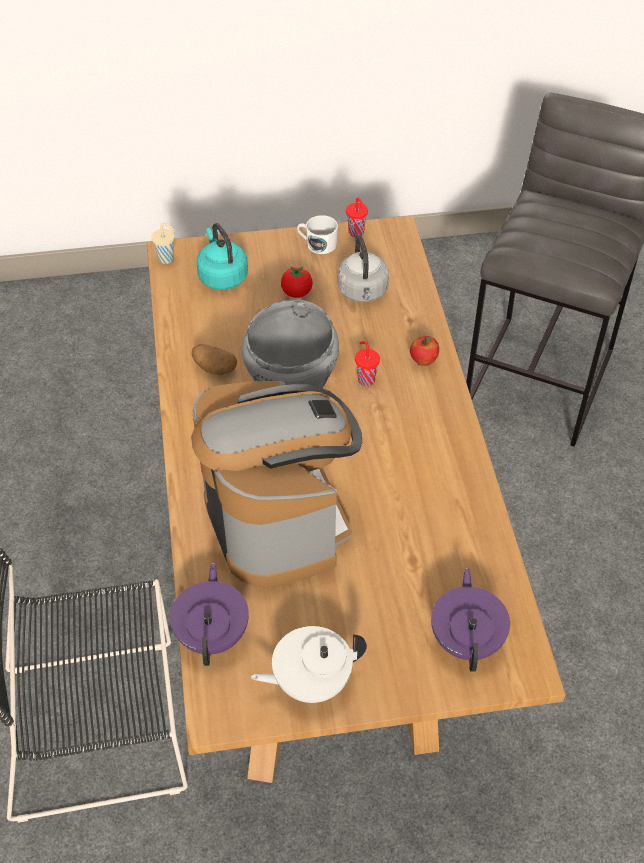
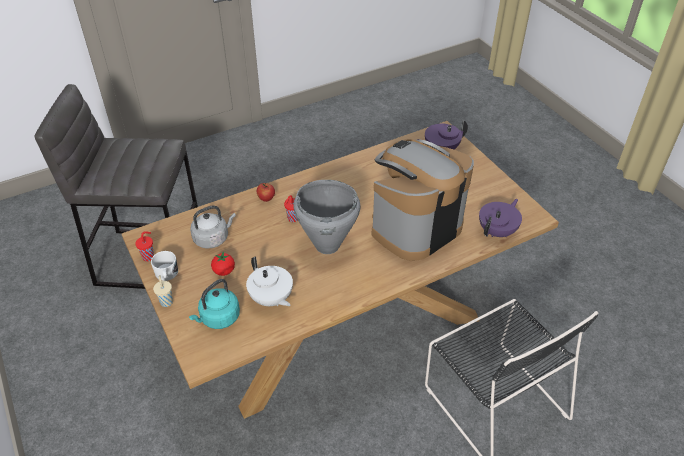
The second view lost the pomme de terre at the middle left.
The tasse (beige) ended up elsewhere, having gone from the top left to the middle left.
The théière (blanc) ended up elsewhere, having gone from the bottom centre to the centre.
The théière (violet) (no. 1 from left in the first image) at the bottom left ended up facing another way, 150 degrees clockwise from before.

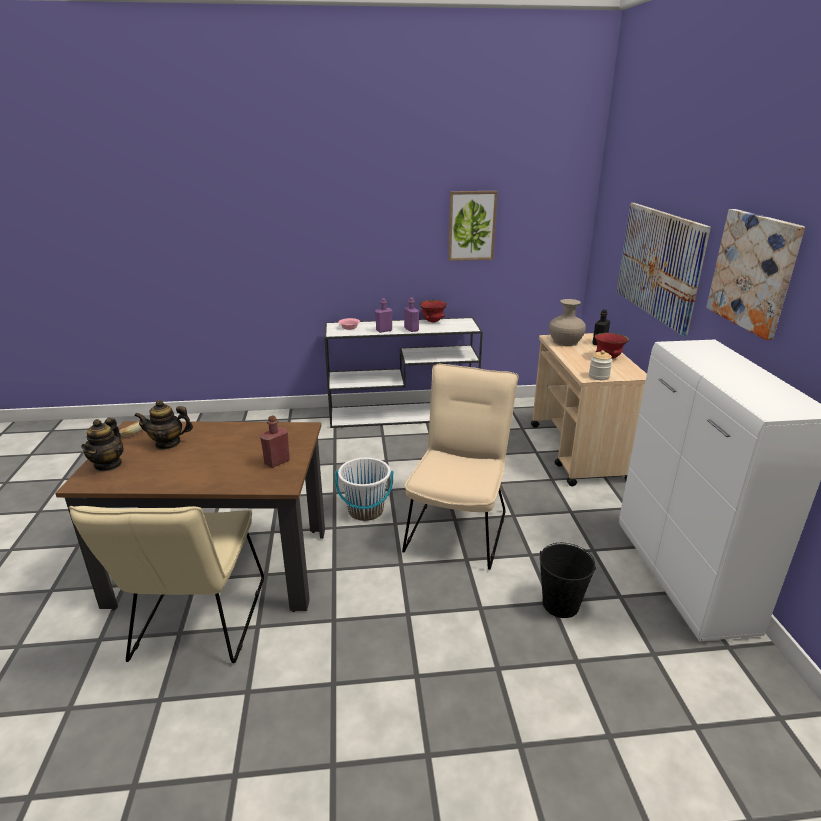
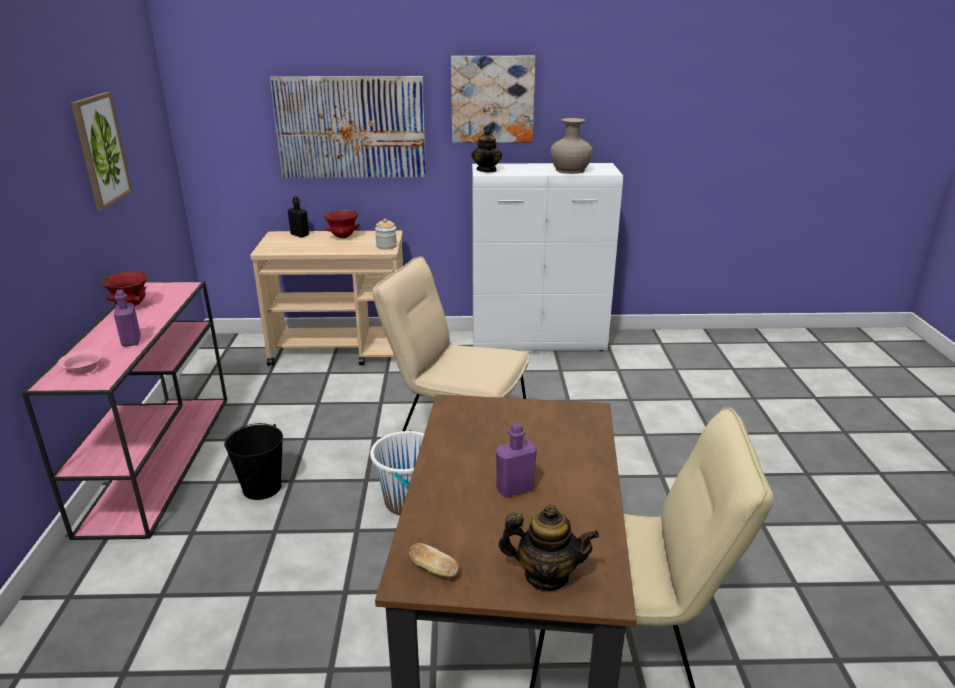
The second view lost the bouteille (rouge) at the centre.
The théière (no. 2 from left in the first image) ended up elsewhere, having gone from the middle left to the top centre.
The bouteille (violet) (no. 2 from left) ended up elsewhere, having gone from the centre to the bottom centre.
The seau (noir) ended up elsewhere, having gone from the bottom right to the bottom left.
The vase (beige) ended up elsewhere, having gone from the middle right to the top centre.
What was the table console (blanc) at the centre turned into the table console (rose) at the middle left.

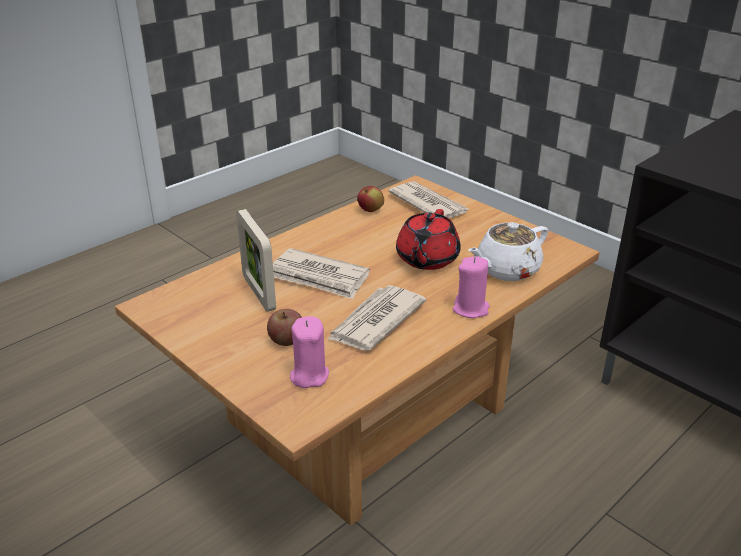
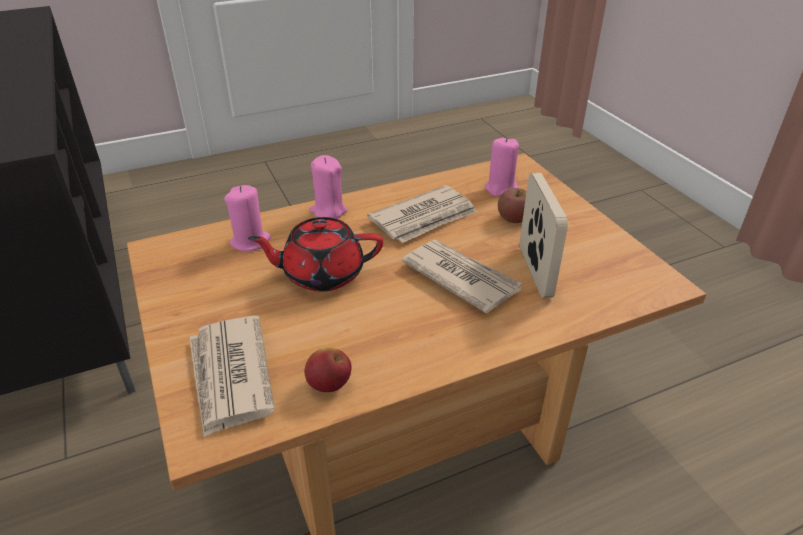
Where the théière (blanc) stood at the middle right, the bougie (rose) (no. 1 from left) came to stand at the middle left.
The théière (rouge) at the centre ended up facing another way, 135 degrees counterclockwise from before.

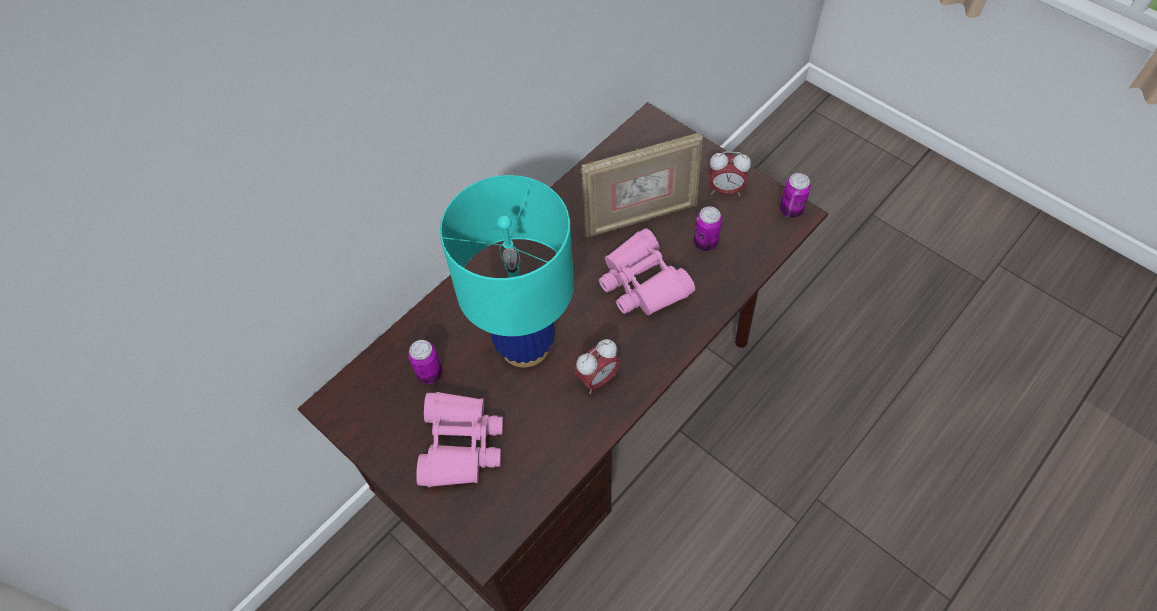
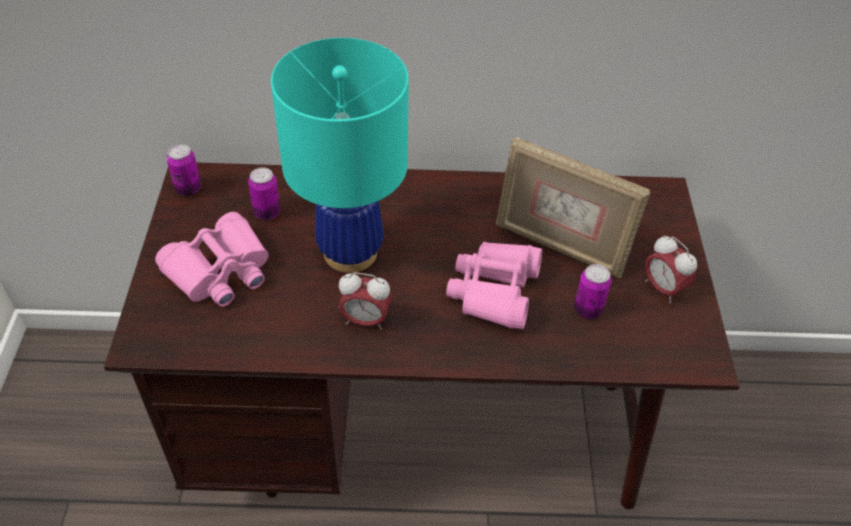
The boîte métallique (no. 3 from left in the first image) ended up elsewhere, having gone from the top right to the top left.

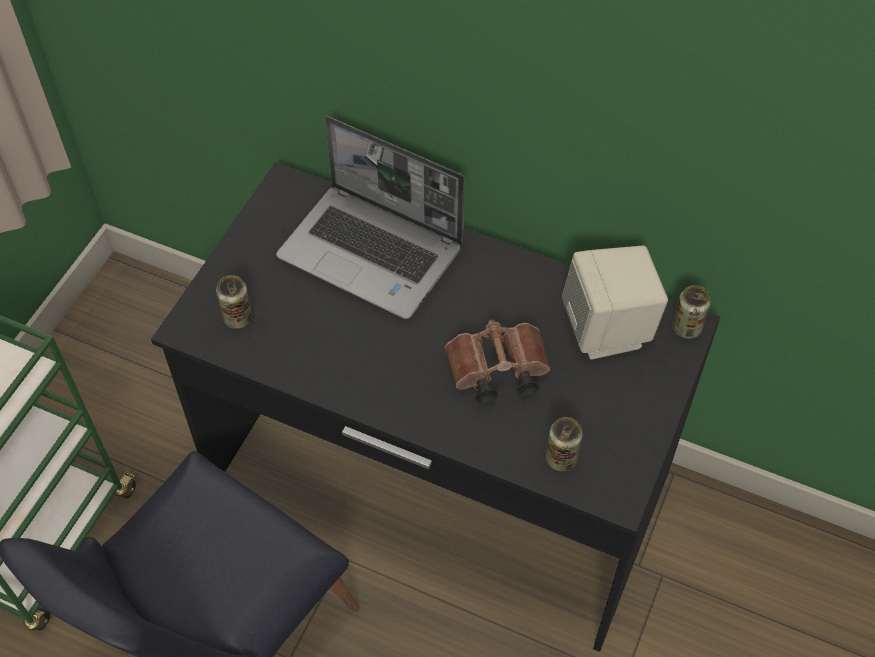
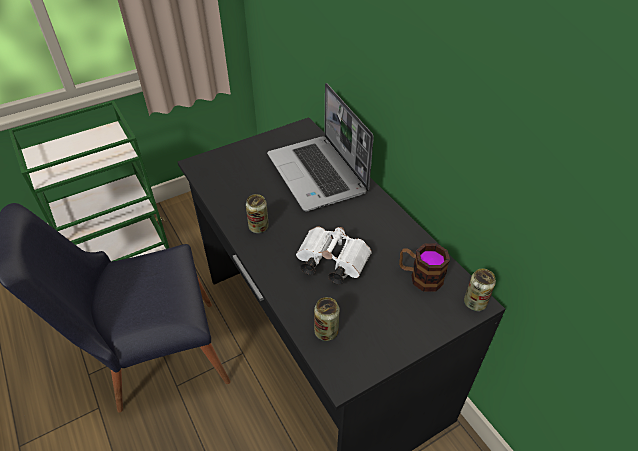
The boîte métallique (no. 1 from left) ended up elsewhere, having gone from the middle left to the centre.
Where the enceinte (beige) stood at the middle right, the mug came to stand at the centre.
What was the jumelles (marron) at the centre turned into the jumelles (blanc) at the centre.

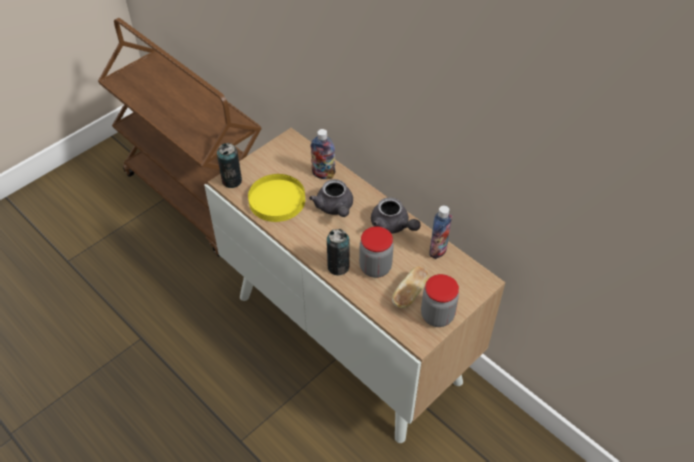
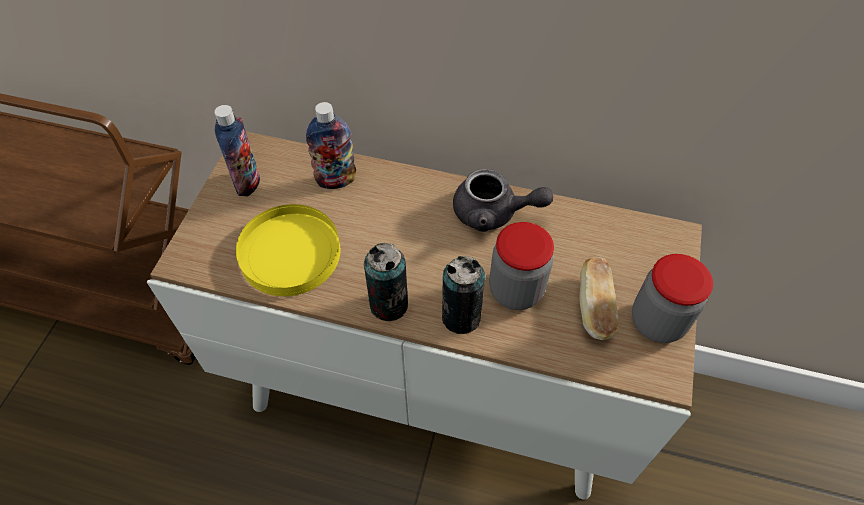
The second view lost the théière (gris) (no. 1 from left) at the centre.
The boîte métallique (no. 1 from left) ended up elsewhere, having gone from the middle left to the centre.
The bouteille (no. 2 from left in the first image) ended up elsewhere, having gone from the centre to the top left.

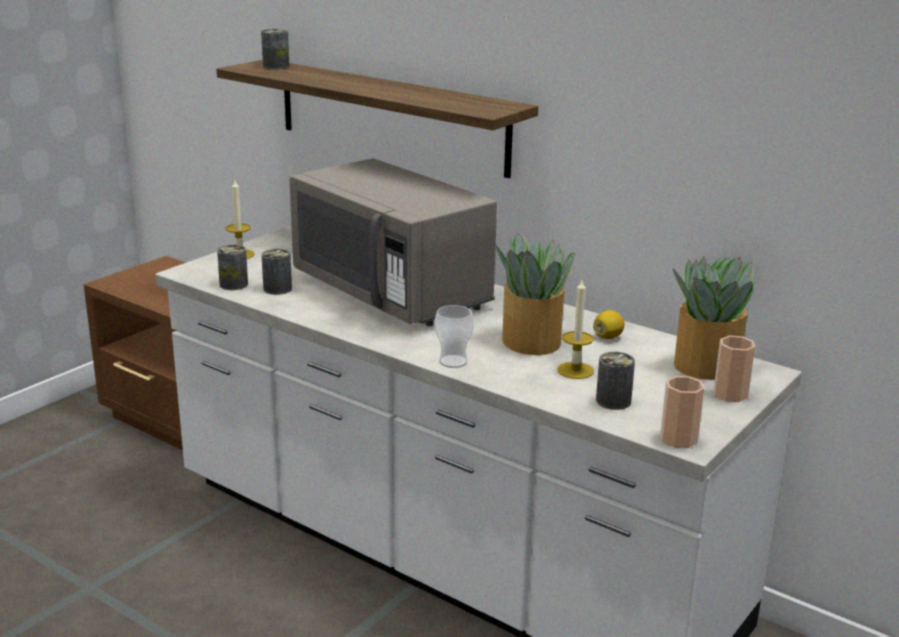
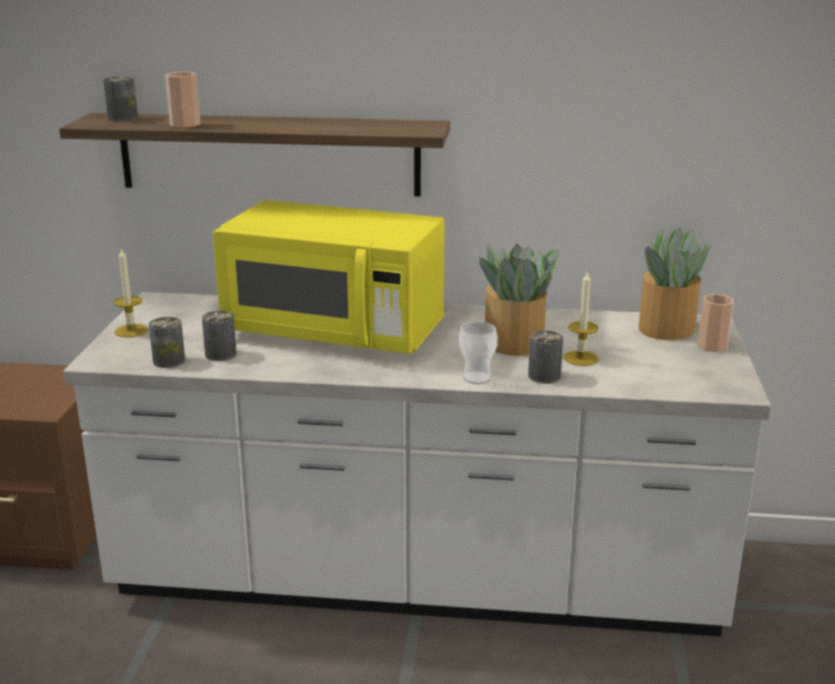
The second view lost the citron at the middle right.
The boîte métallique (no. 4 from left) ended up elsewhere, having gone from the middle right to the centre.
The tasse (no. 2 from left in the first image) ended up elsewhere, having gone from the middle right to the top left.
What was the micro-ondes (gris) at the centre turned into the micro-ondes (jaune) at the centre.

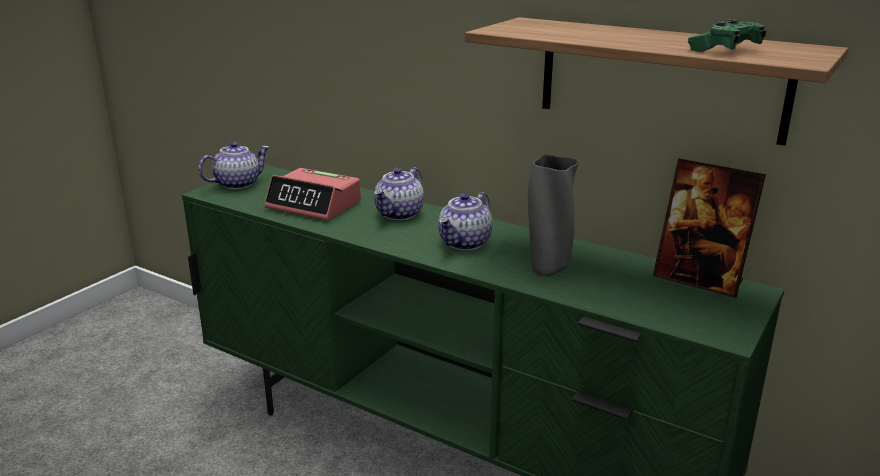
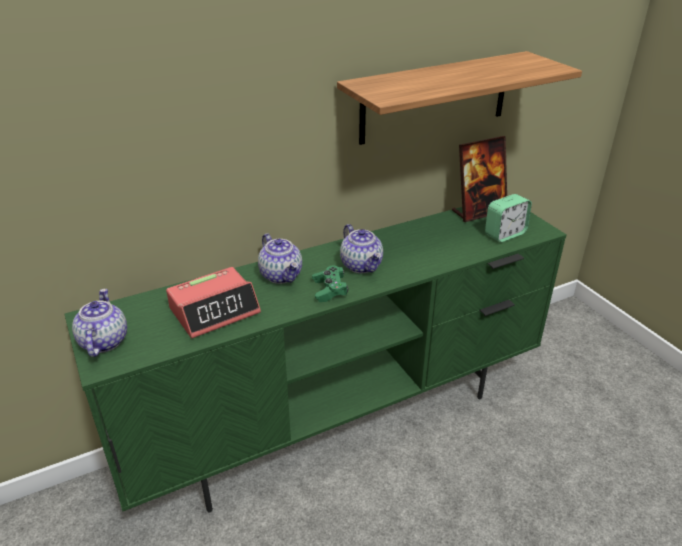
The second view lost the vase (gris) at the centre.
The second view gained the réveil (no. 2 from left) at the middle right.
The manette (vert) ended up elsewhere, having gone from the top right to the centre.

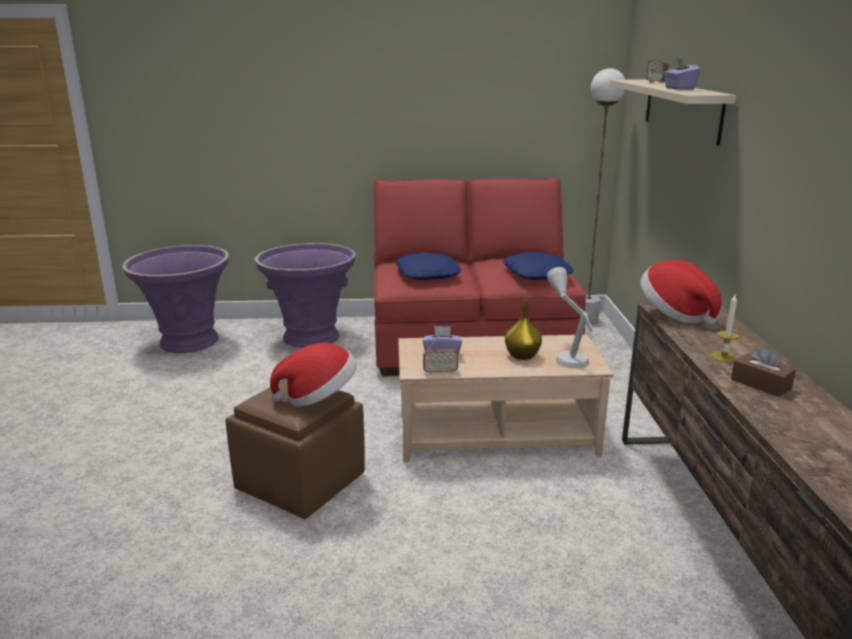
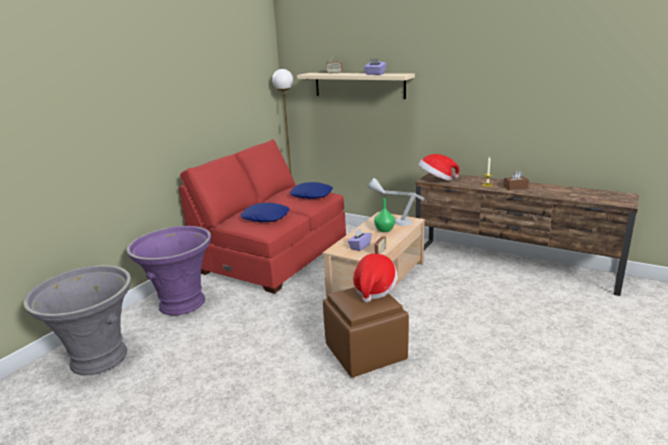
What was the cache-pot (violet) (no. 1 from left) at the middle left turned into the cache-pot (gris) at the bottom left.
What was the vase (jaune) at the centre turned into the vase (vert) at the centre.

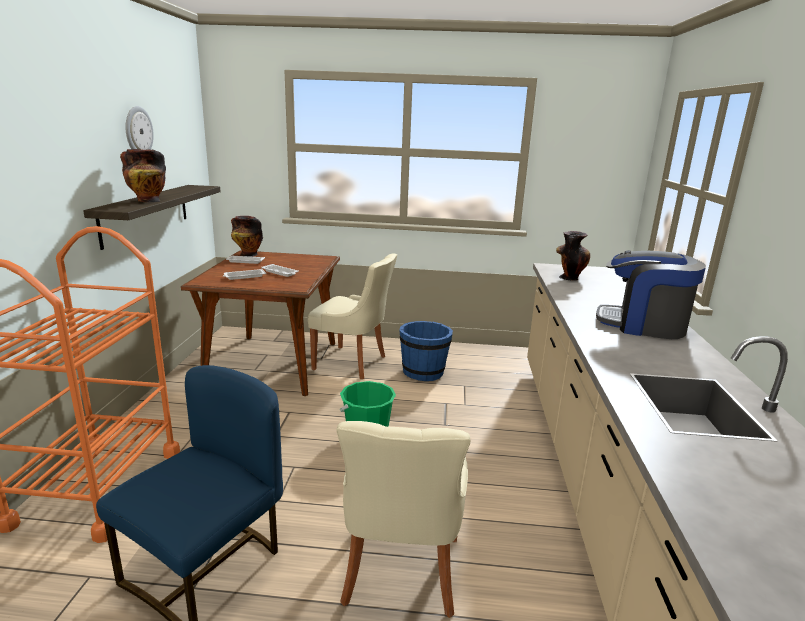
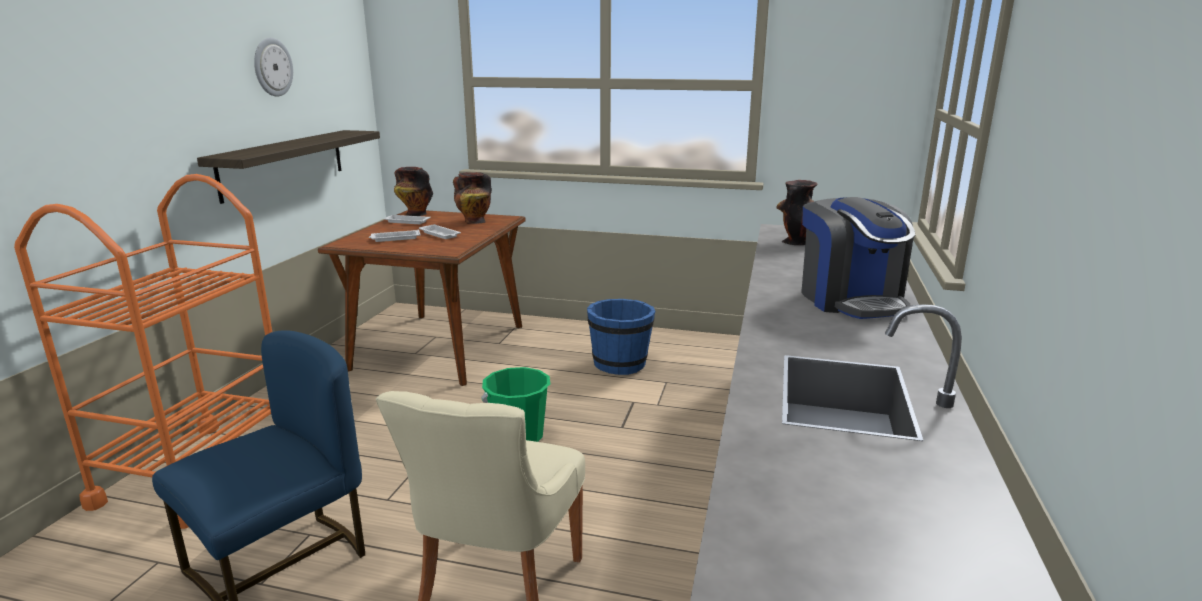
The second view lost the chaise (beige) (no. 1 from left) at the centre.
The vase (no. 1 from left in the first image) ended up elsewhere, having gone from the top left to the top centre.
The machine à café at the middle right ended up facing another way, 135 degrees counterclockwise from before.

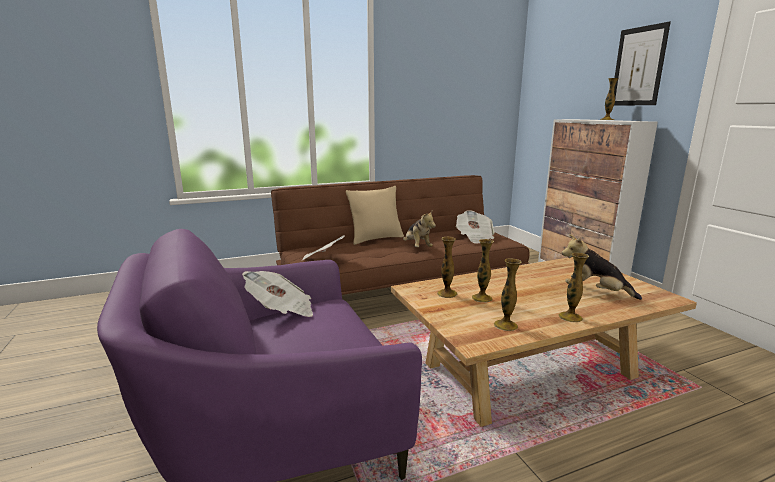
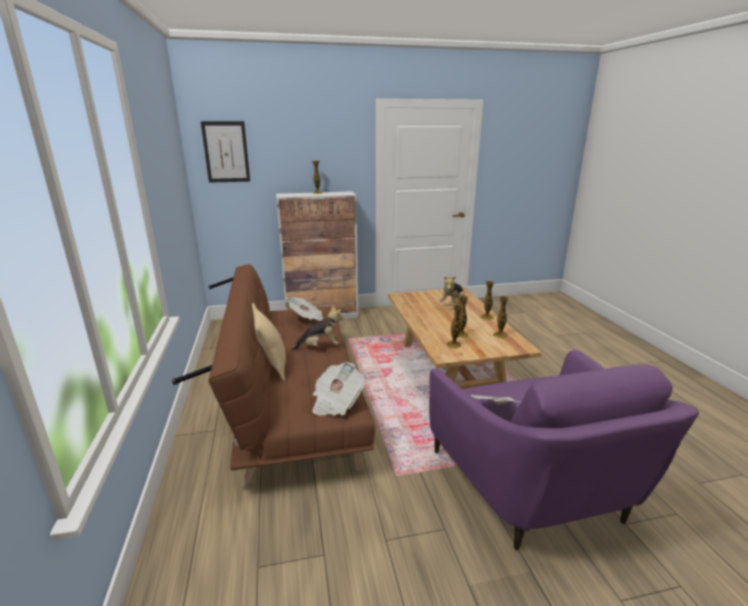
The tableau ended up elsewhere, having gone from the top right to the top left.

